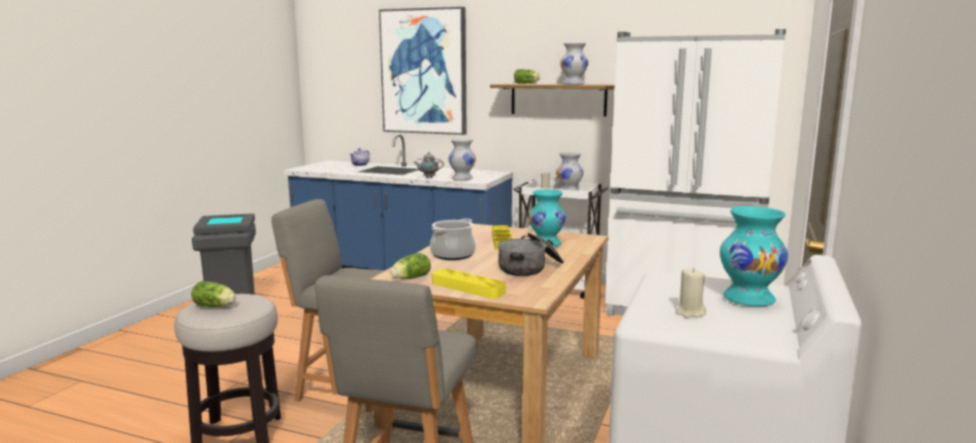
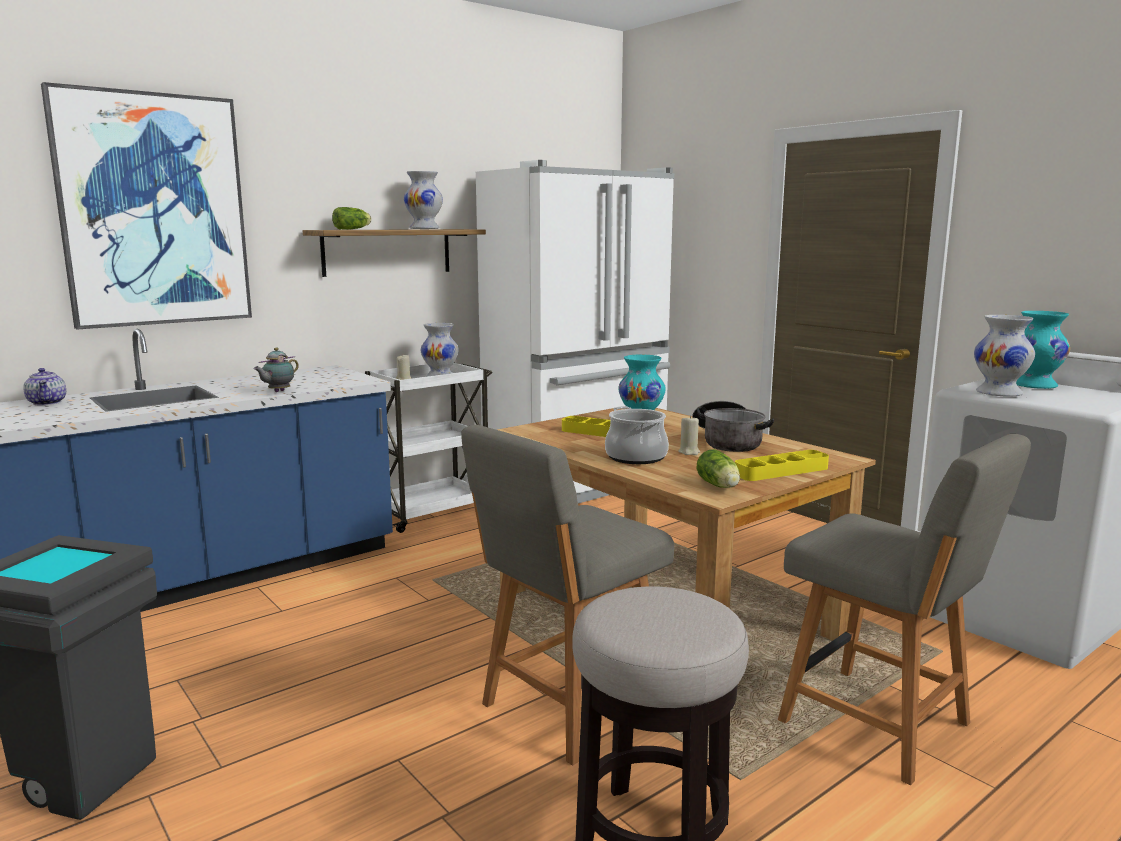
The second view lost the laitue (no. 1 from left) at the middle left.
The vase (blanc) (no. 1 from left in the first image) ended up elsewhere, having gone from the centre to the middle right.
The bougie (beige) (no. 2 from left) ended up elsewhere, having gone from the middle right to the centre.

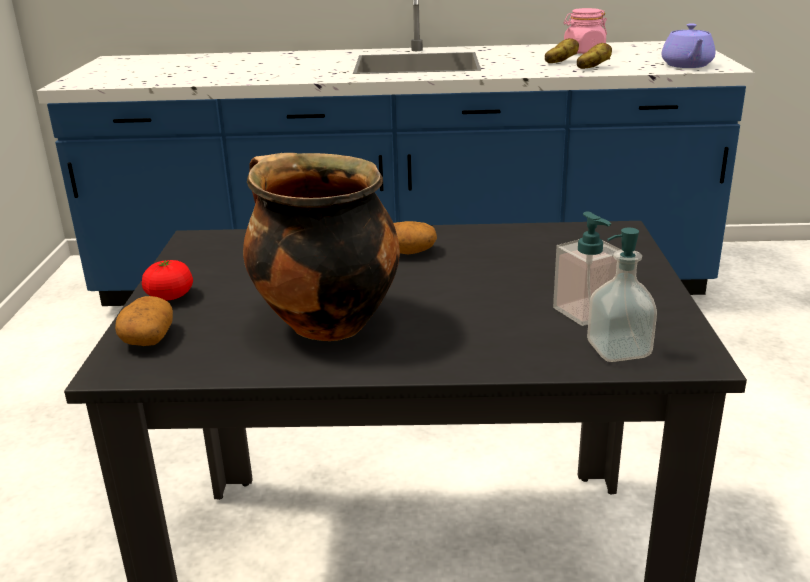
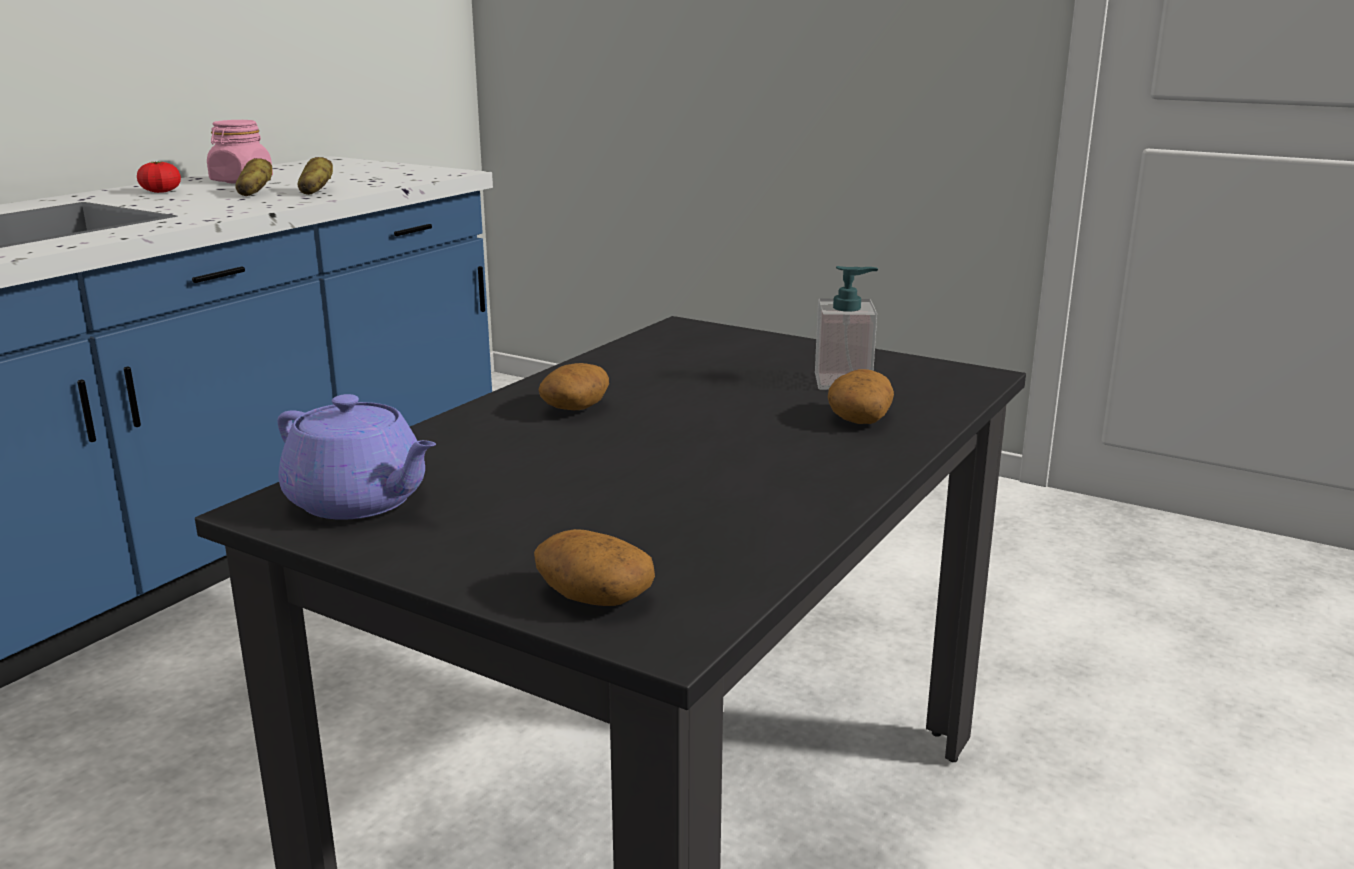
The second view lost the marmite at the centre.
The second view lost the distributeur de savon (no. 2 from left) at the middle right.
The second view gained the pomme de terre (no. 5 from left) at the centre.
The tomate ended up elsewhere, having gone from the middle left to the top left.
The théière (violet) ended up elsewhere, having gone from the top right to the middle left.

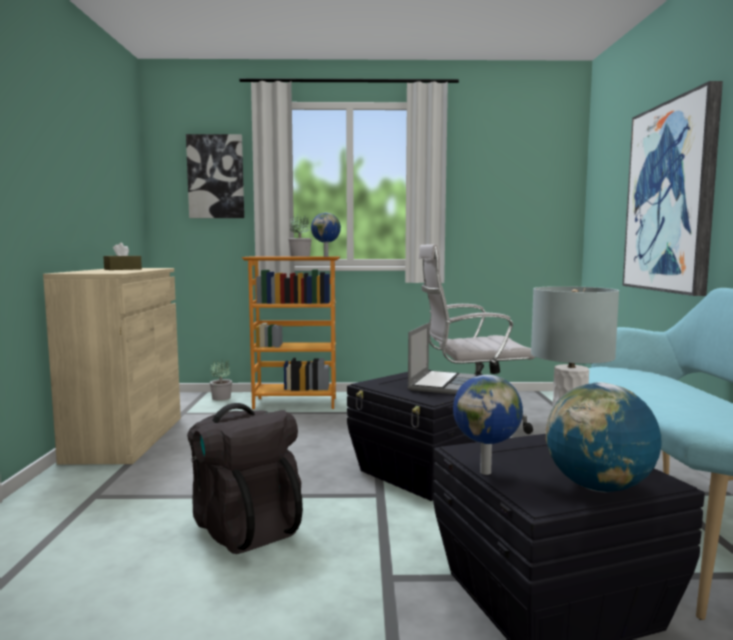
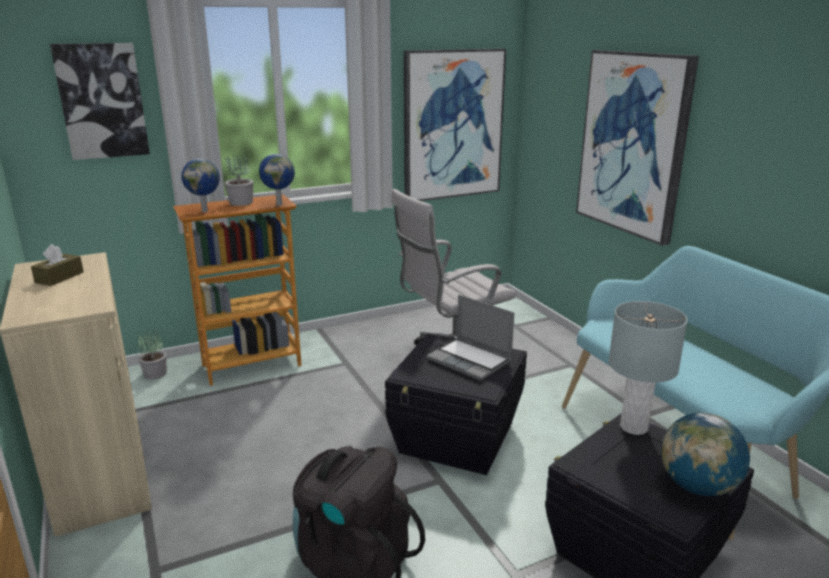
The second view gained the tableau (no. 2 from left) at the top centre.
The globe (no. 2 from left in the first image) ended up elsewhere, having gone from the centre to the top left.
The ordinateur portable at the centre ended up facing another way, 135 degrees clockwise from before.

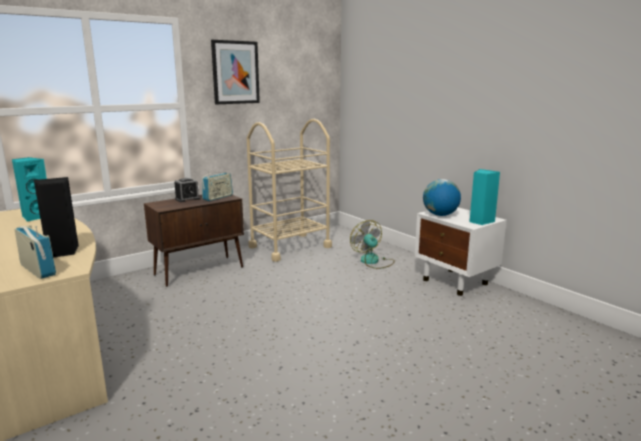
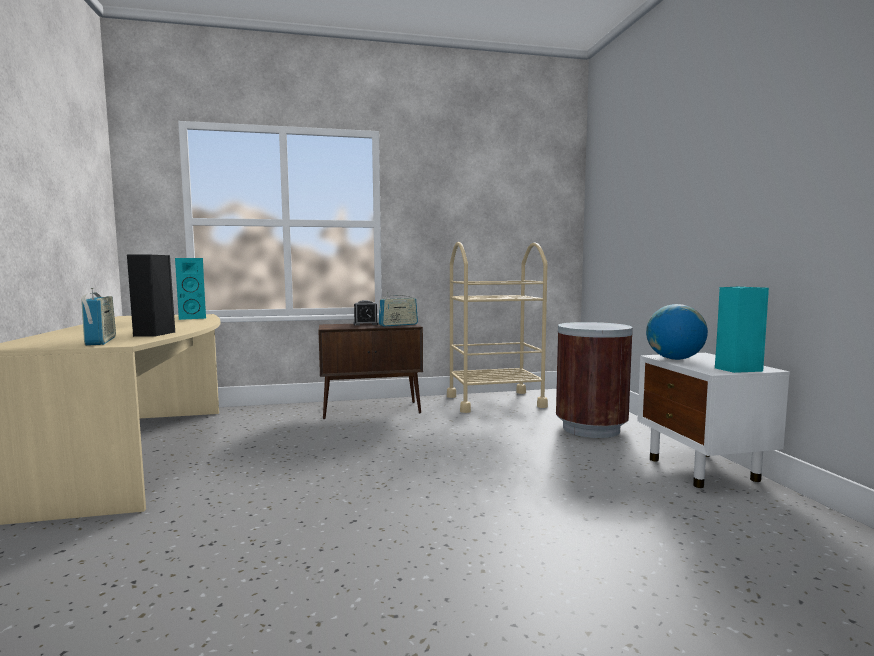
The second view lost the tableau at the top centre.
Where the ventilateur stood at the centre, the poubelle (marron) came to stand at the middle right.

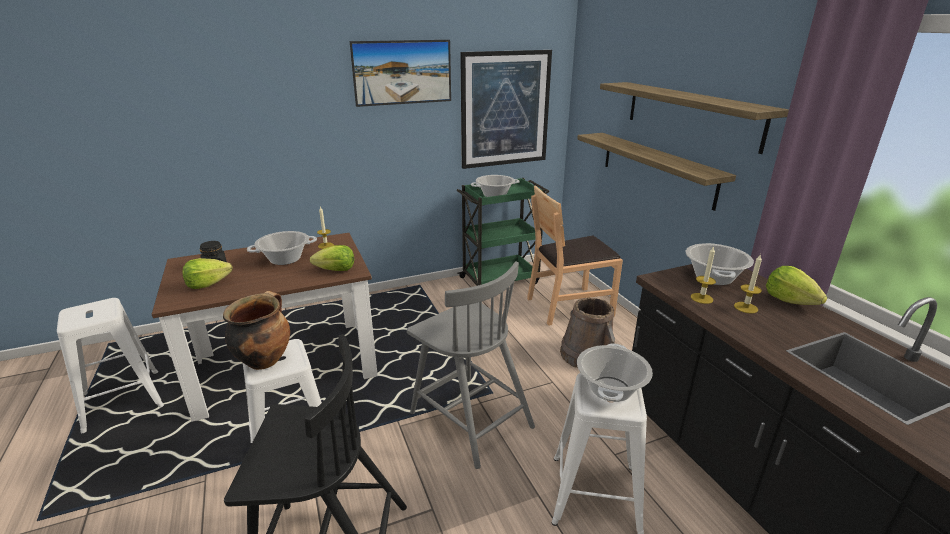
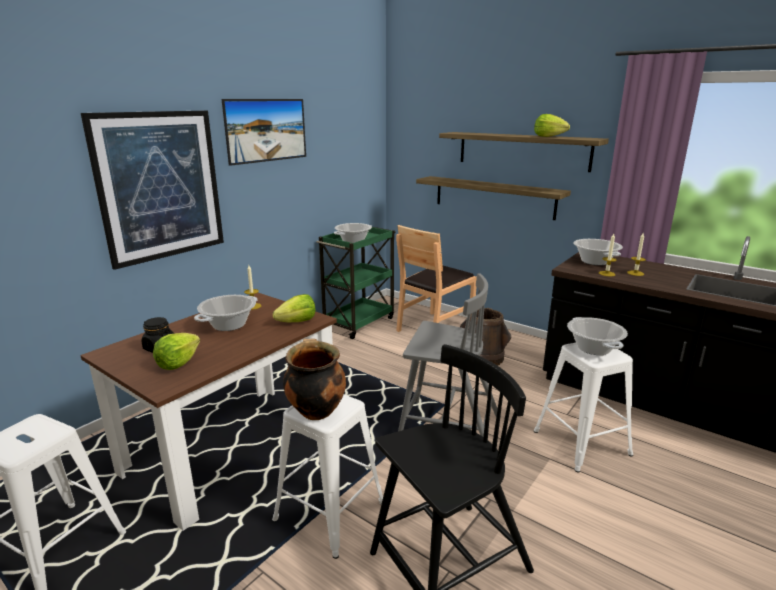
The tableau (no. 2 from left in the first image) ended up elsewhere, having gone from the top centre to the top left.
The laitue (no. 3 from left) ended up elsewhere, having gone from the middle right to the top right.

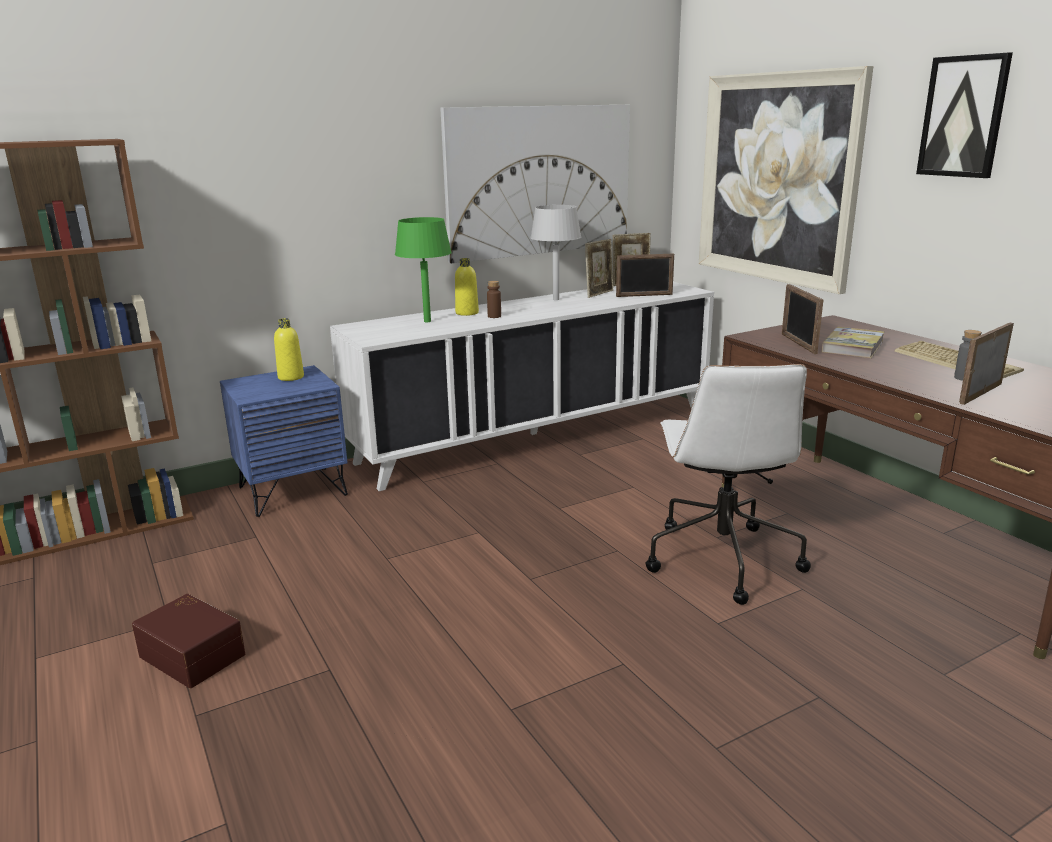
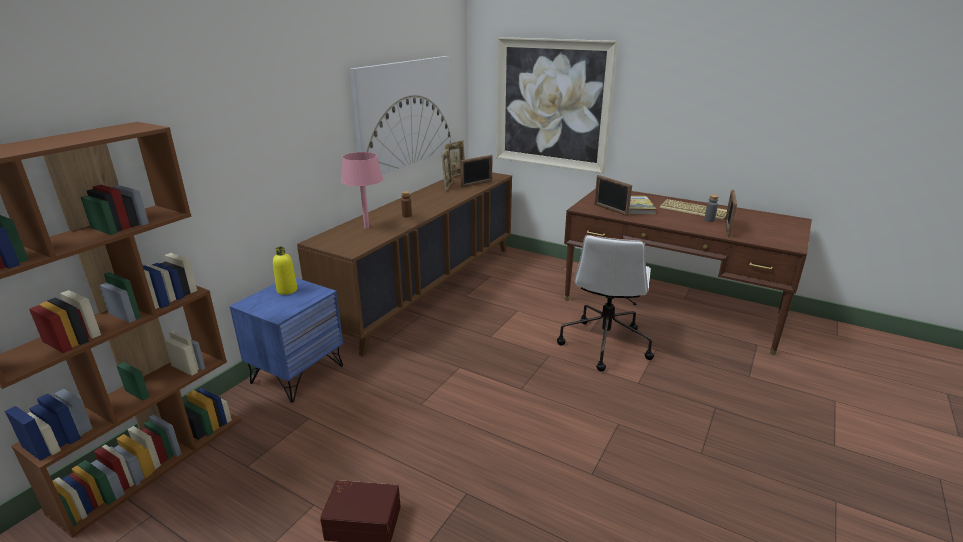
The second view lost the bouteille (jaune) (no. 2 from left) at the centre.
The second view lost the lampe de table (gris) at the top centre.
The second view lost the tableau (no. 3 from left) at the top right.
What was the meuble de rangement (blanc) at the centre turned into the meuble de rangement (marron) at the centre.
What was the lampe de table (vert) at the top centre turned into the lampe de table (rose) at the centre.
The chaise de bureau (blanc) at the middle right ended up facing another way, 45 degrees clockwise from before.

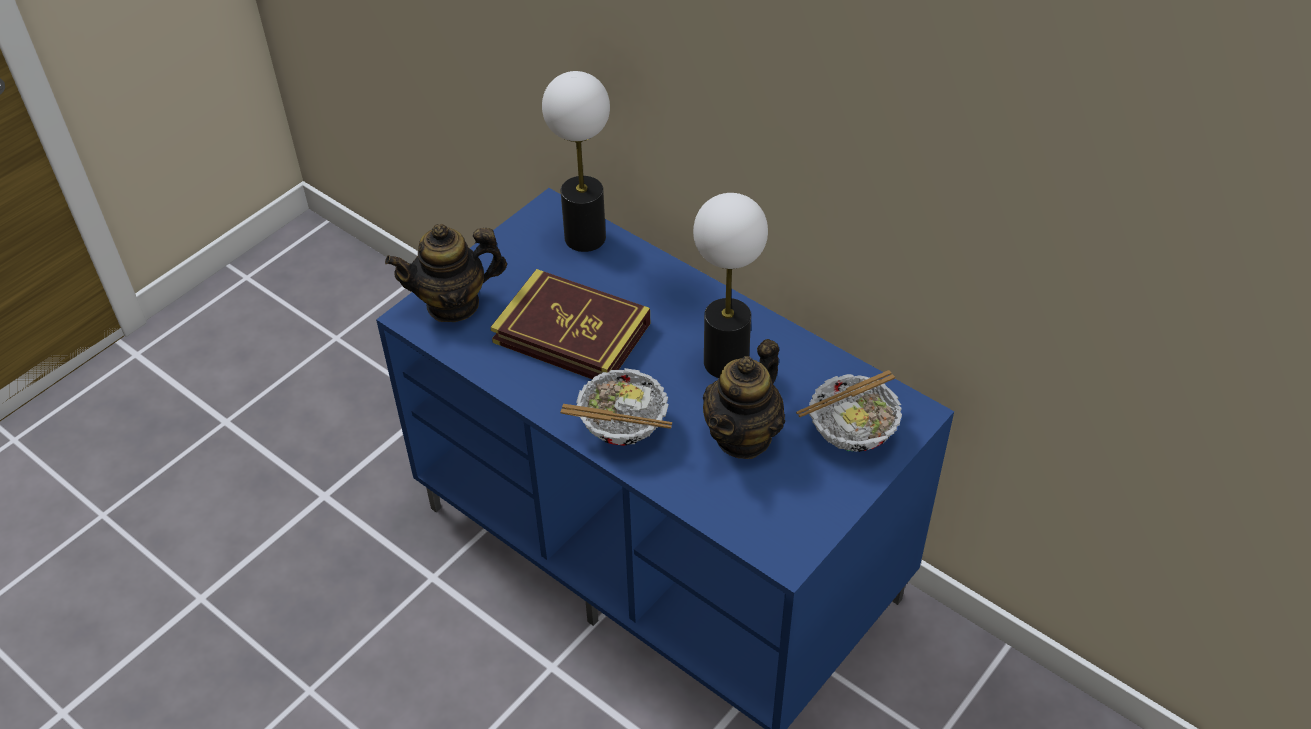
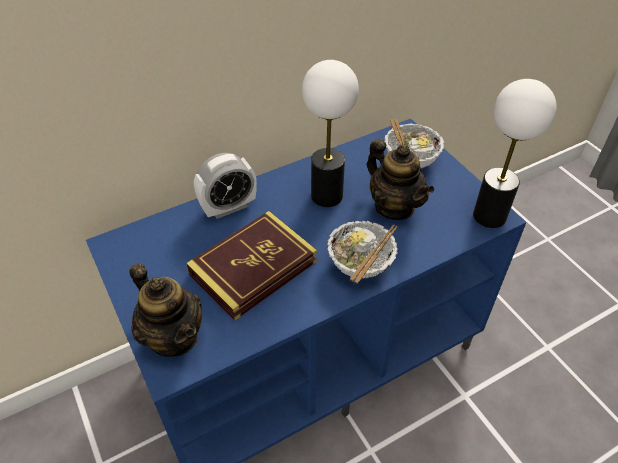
The second view gained the réveil at the centre.
The lampe de table (no. 1 from left in the first image) ended up elsewhere, having gone from the top centre to the top right.
The théière (no. 1 from left) at the centre ended up facing another way, 45 degrees counterclockwise from before.

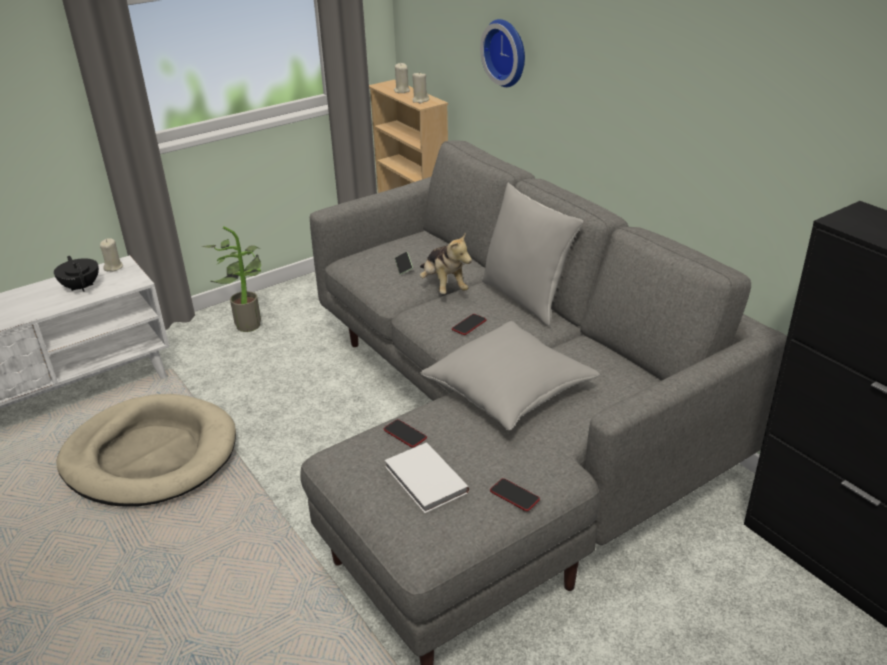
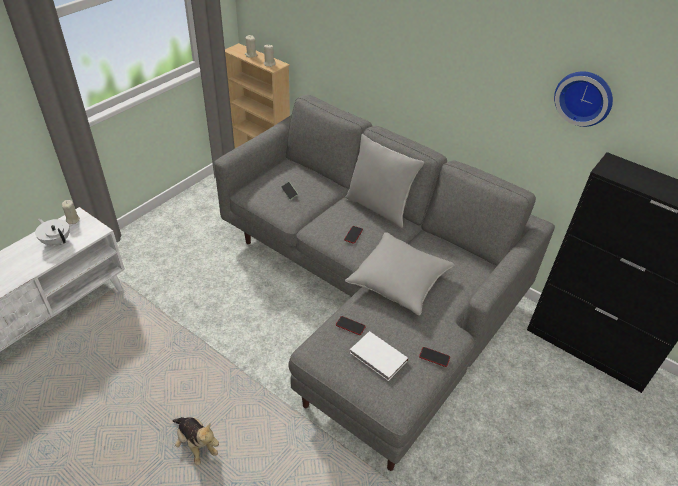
The second view lost the panier pour chien (beige) at the bottom left.
The second view lost the plante en pot at the middle left.
The peluche ended up elsewhere, having gone from the centre to the bottom left.
The horloge murale ended up elsewhere, having gone from the top centre to the top right.
What was the théière (noir) at the middle left turned into the théière (blanc) at the middle left.

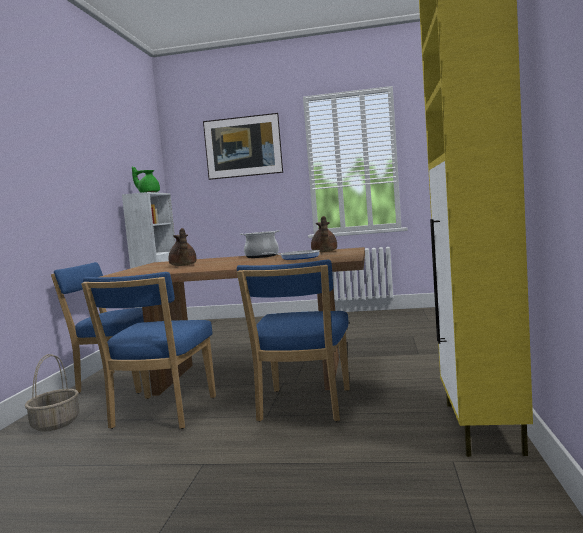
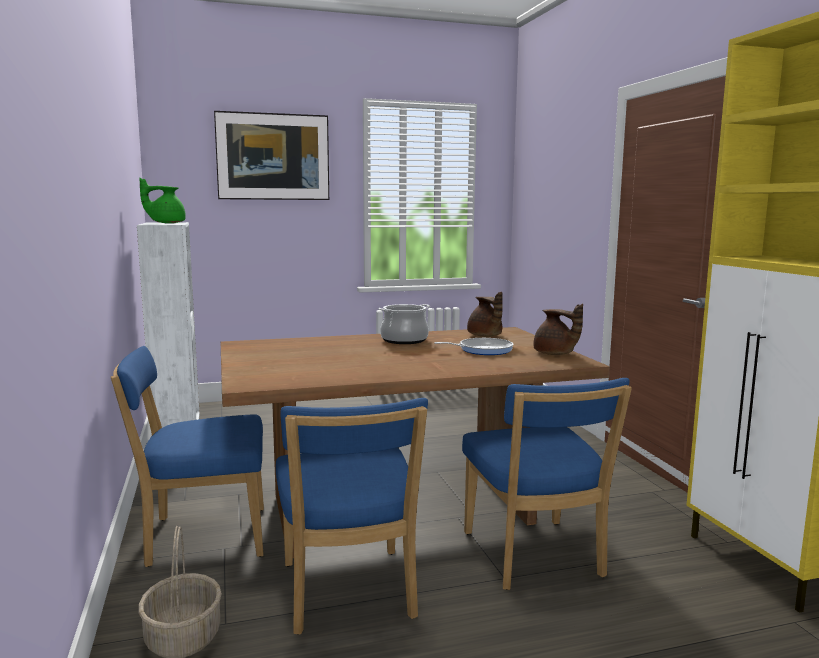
The théière (marron) (no. 1 from left in the first image) ended up elsewhere, having gone from the middle left to the middle right.

